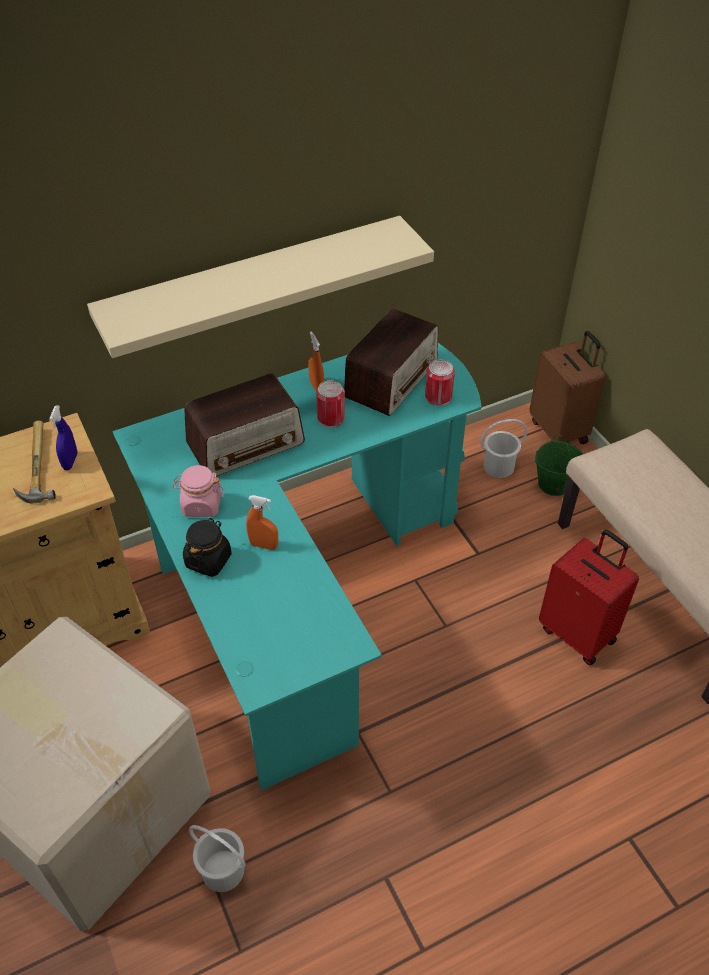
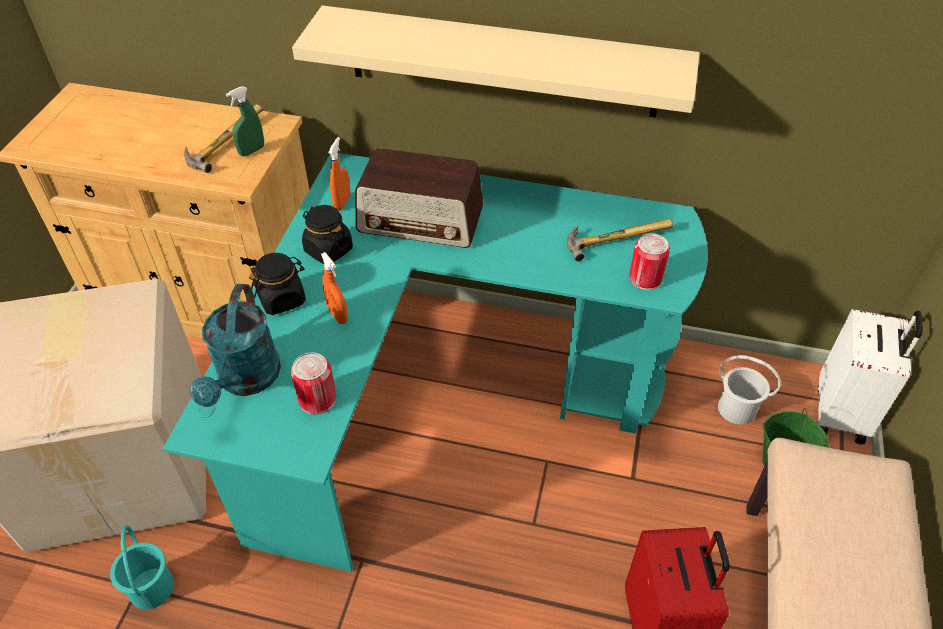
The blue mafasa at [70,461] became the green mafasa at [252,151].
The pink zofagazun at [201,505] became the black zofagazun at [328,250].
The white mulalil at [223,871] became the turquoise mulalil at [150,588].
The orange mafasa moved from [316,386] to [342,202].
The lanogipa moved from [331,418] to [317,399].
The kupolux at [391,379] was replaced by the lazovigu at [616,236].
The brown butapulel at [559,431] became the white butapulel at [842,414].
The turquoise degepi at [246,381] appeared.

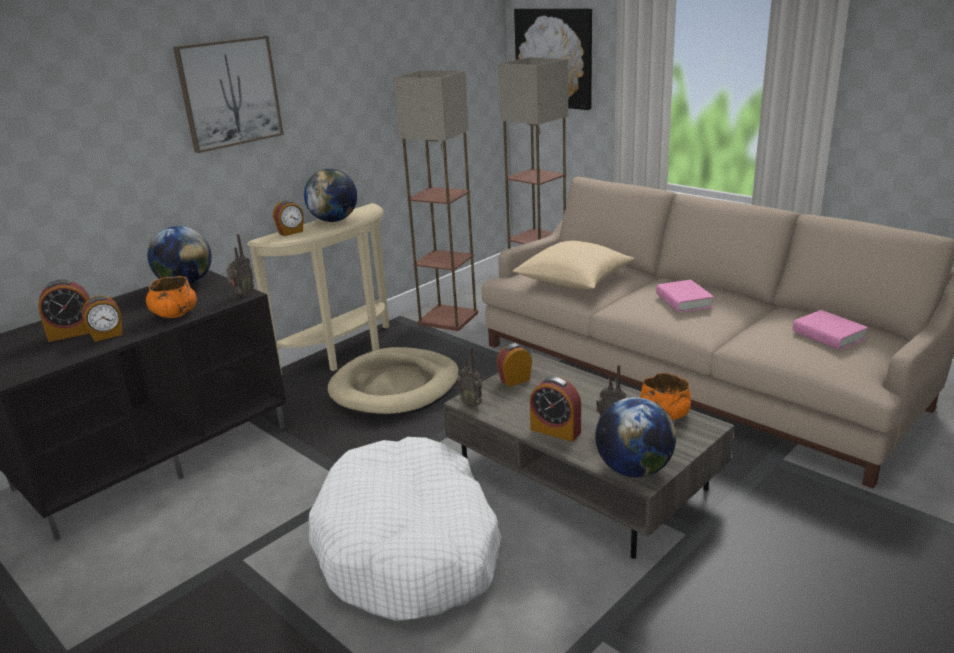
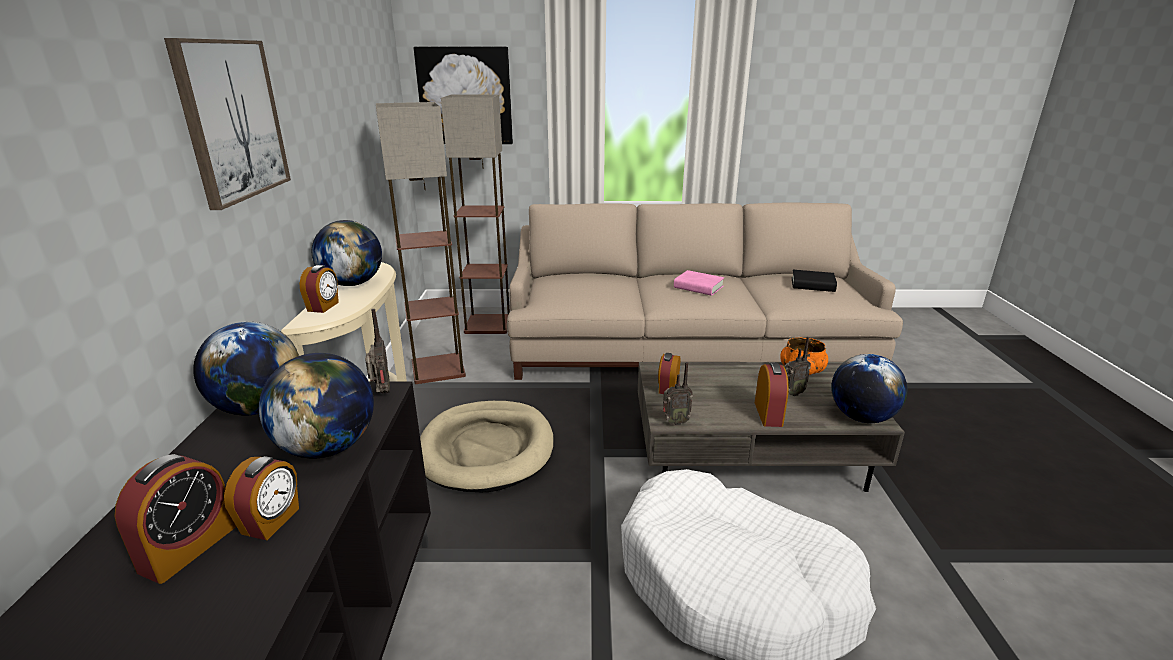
The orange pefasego at [175,313] was replaced by the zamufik at [327,447].
The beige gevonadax at [574,280] disappeared.
The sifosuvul at [555,430] turned 75 degrees counterclockwise.
The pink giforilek at [828,335] became the black giforilek at [812,285].

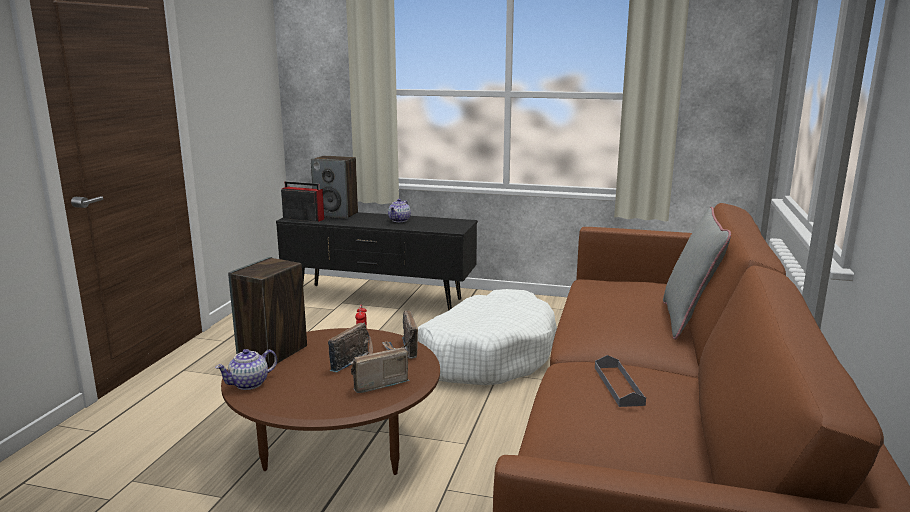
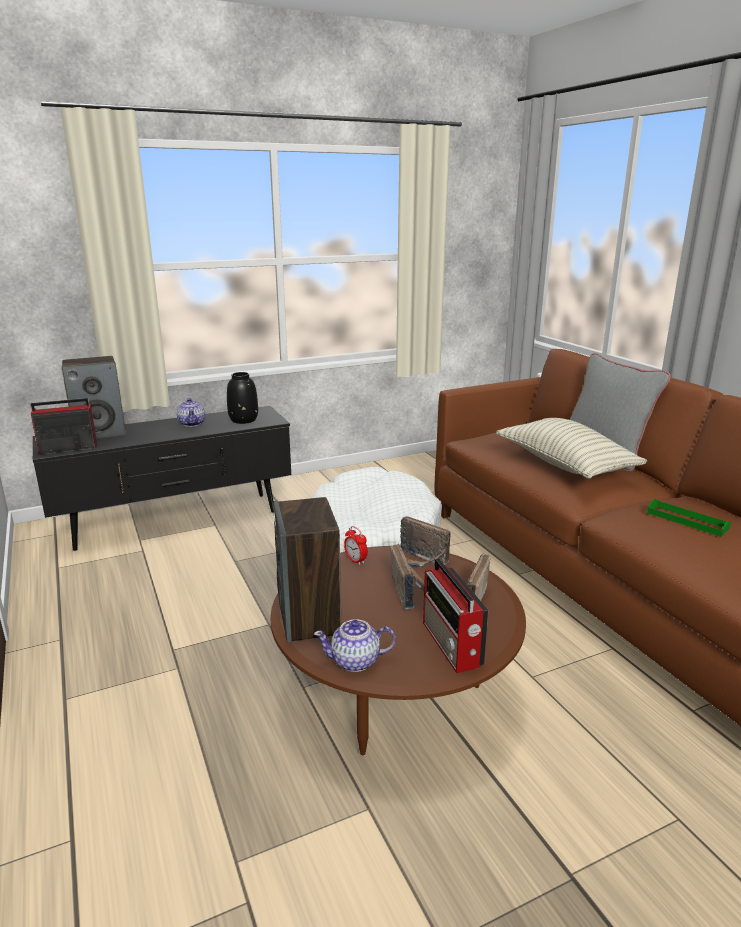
The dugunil at [249,384] turned 75 degrees clockwise.
The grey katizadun at [618,385] became the green katizadun at [687,520].
The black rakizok at [243,420] appeared.
The kupolux at [452,645] appeared.
The gevonadax at [564,465] appeared.

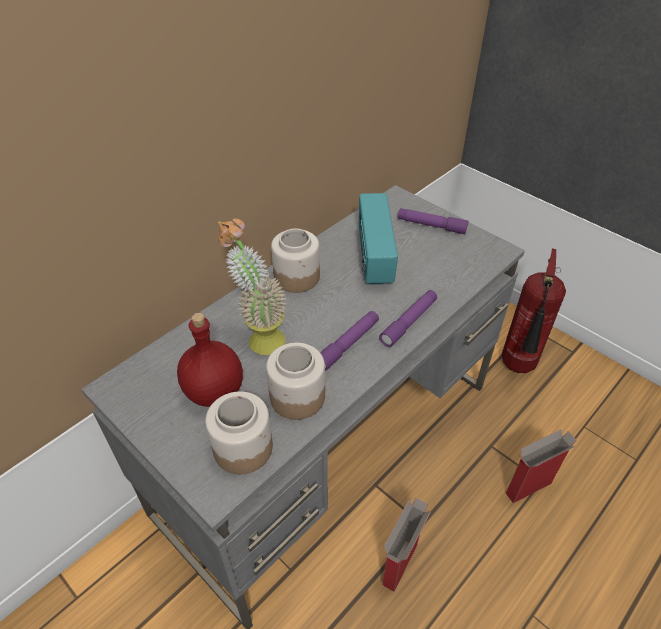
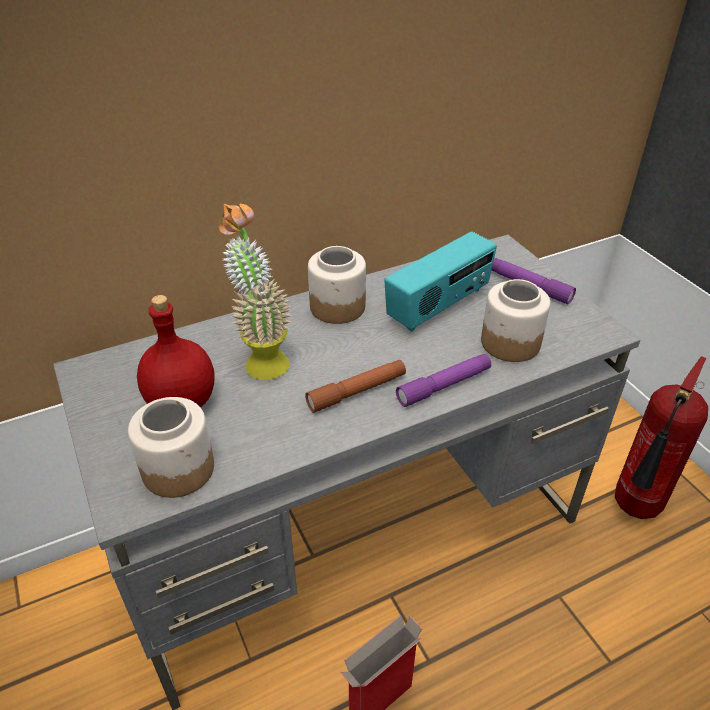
The zofagazun moved from [296,396] to [509,342].
The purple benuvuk at [348,344] became the brown benuvuk at [357,391].
The kupolux at [374,257] turned 150 degrees counterclockwise.
The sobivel at [527,489] disappeared.

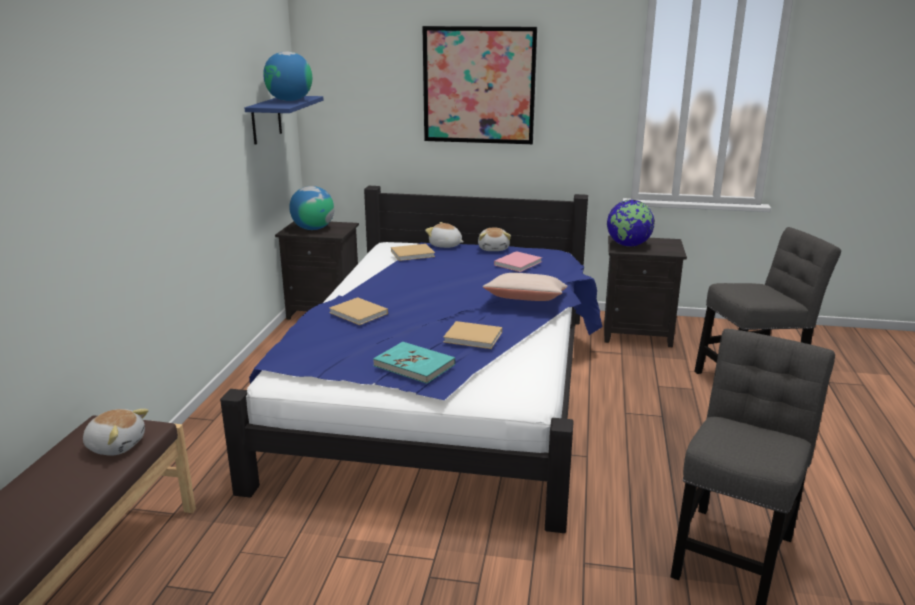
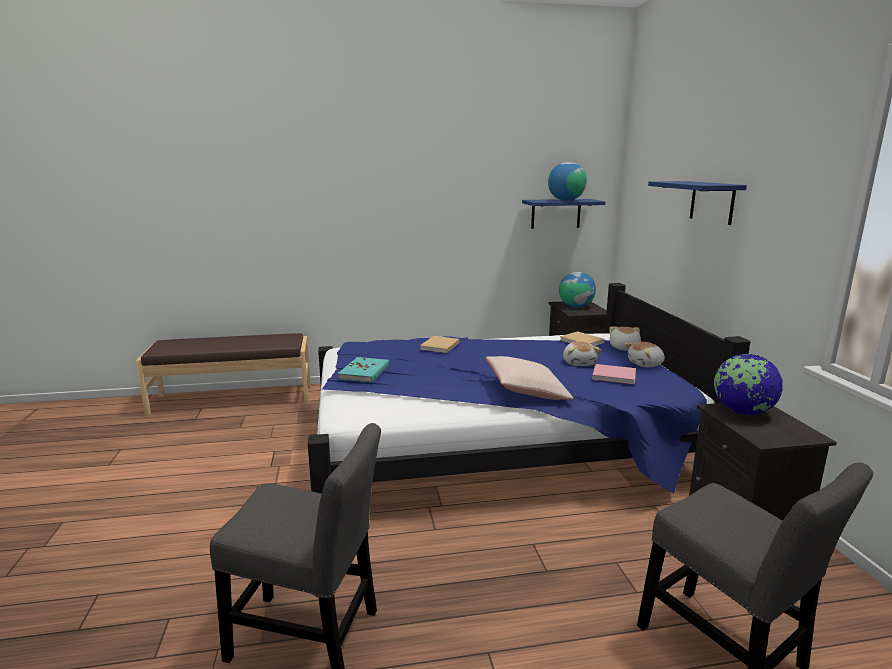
The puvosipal moved from [116,445] to [579,363].
The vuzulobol at [479,85] was replaced by the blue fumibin at [712,202].
The beige giforilek at [474,337] disappeared.

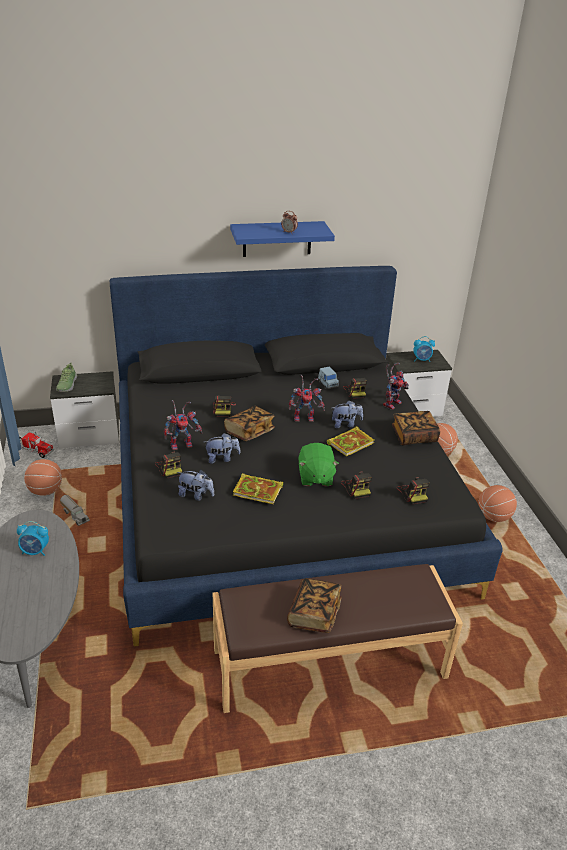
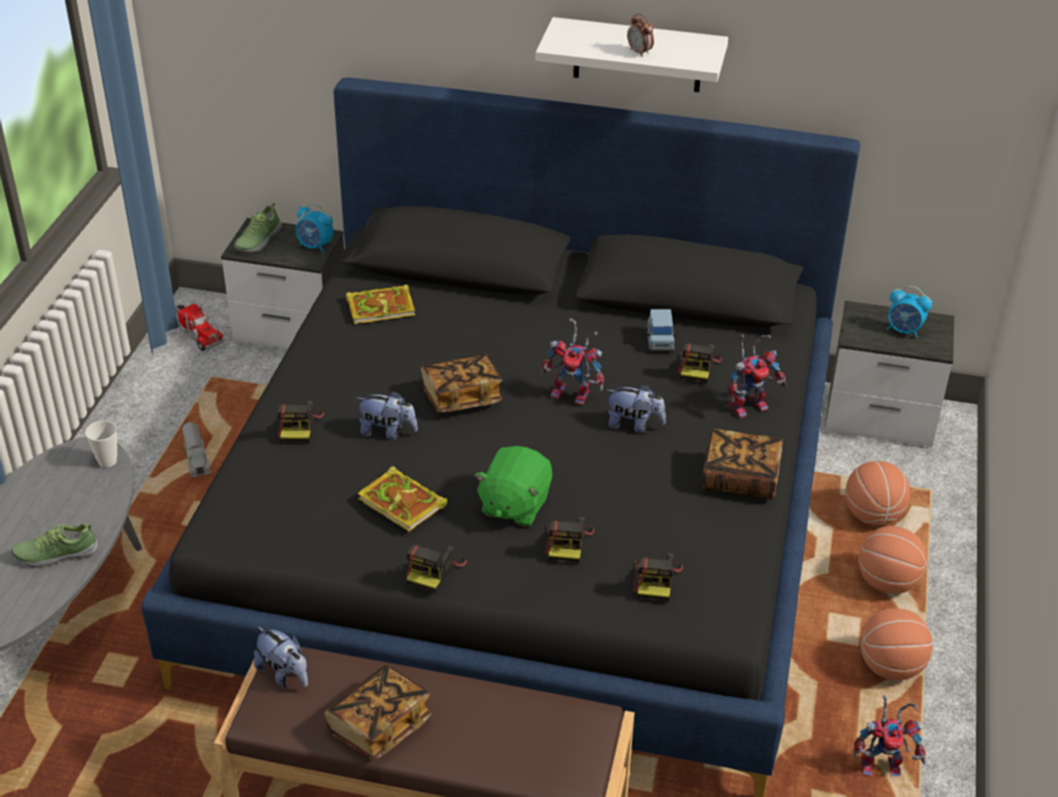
The sifosuvul moved from [35,551] to [315,246].
The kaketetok moved from [45,490] to [887,582].
The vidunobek moved from [182,443] to [883,765].
The puvosipal moved from [196,495] to [284,674].
The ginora moved from [223,409] to [434,570].
The blue fumibin at [277,239] became the white fumibin at [637,55].
The giforilek moved from [351,443] to [382,307].
The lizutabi at [56,554] appeared.
The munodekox at [107,461] appeared.

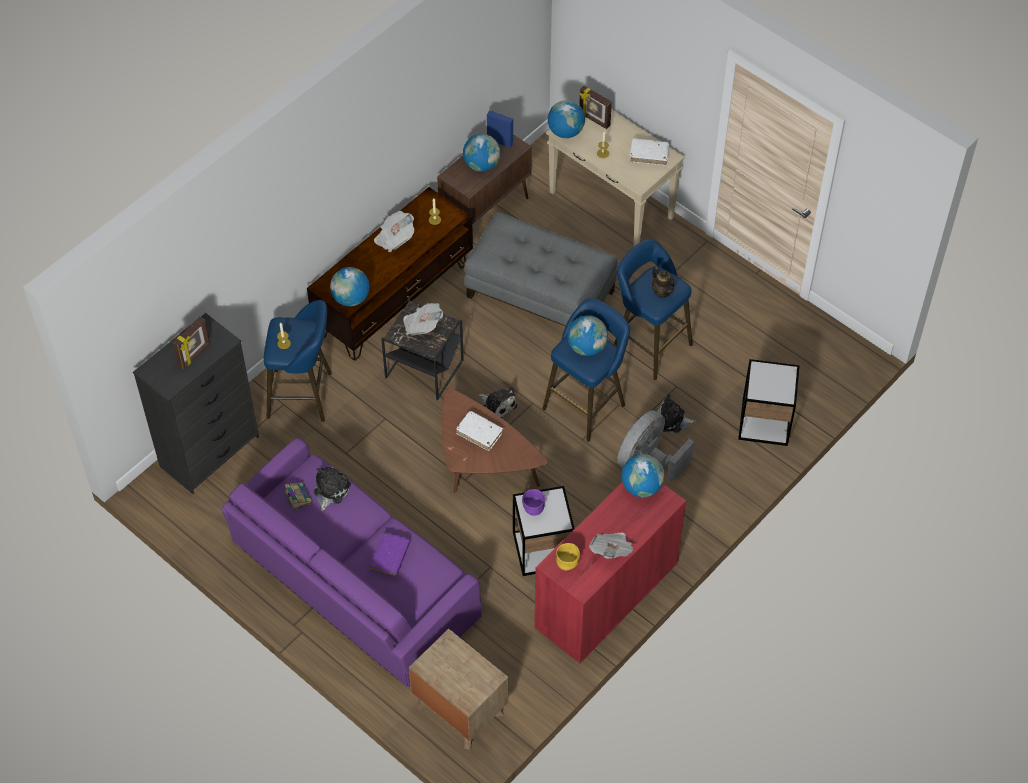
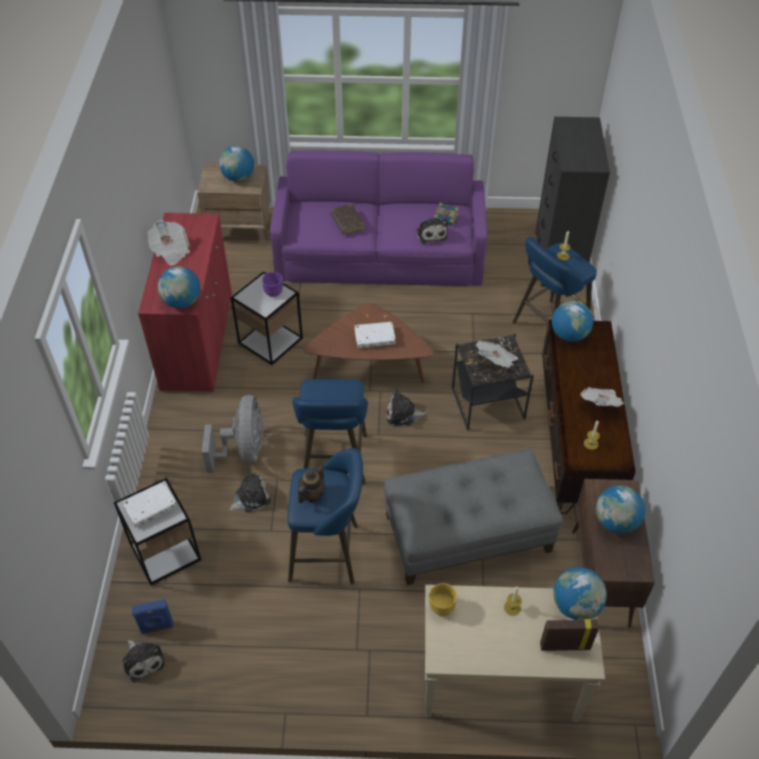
The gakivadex at [195,355] disappeared.
The purple giforilek at [390,557] became the brown giforilek at [347,222].
The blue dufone moved from [500,141] to [157,628].
The yellow pefasego moved from [568,563] to [441,607].
The zamufik moved from [587,347] to [238,177].
The white giforilek moved from [649,155] to [151,507].
The dugunil at [662,291] turned 105 degrees clockwise.
The puvosipal at [143,660] appeared.

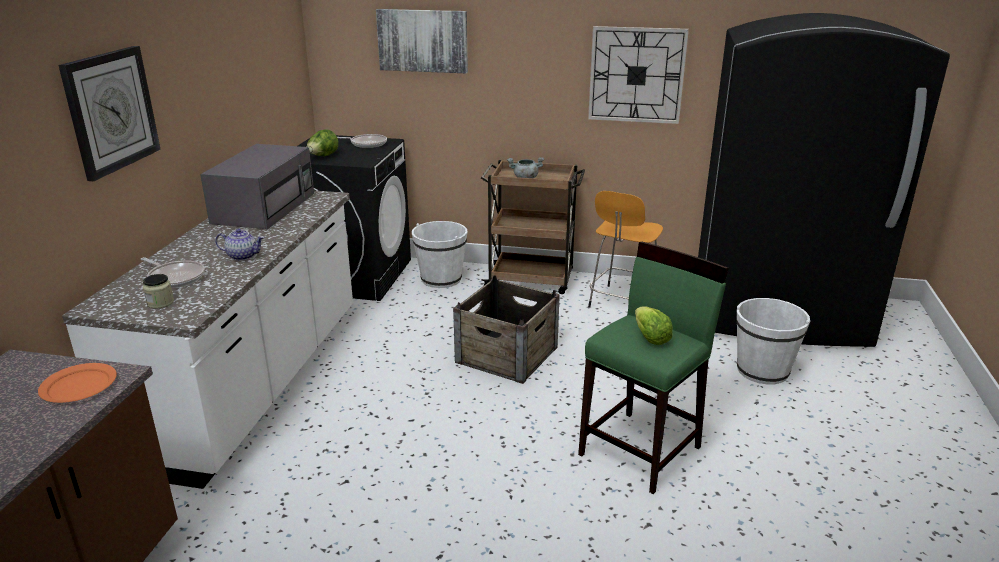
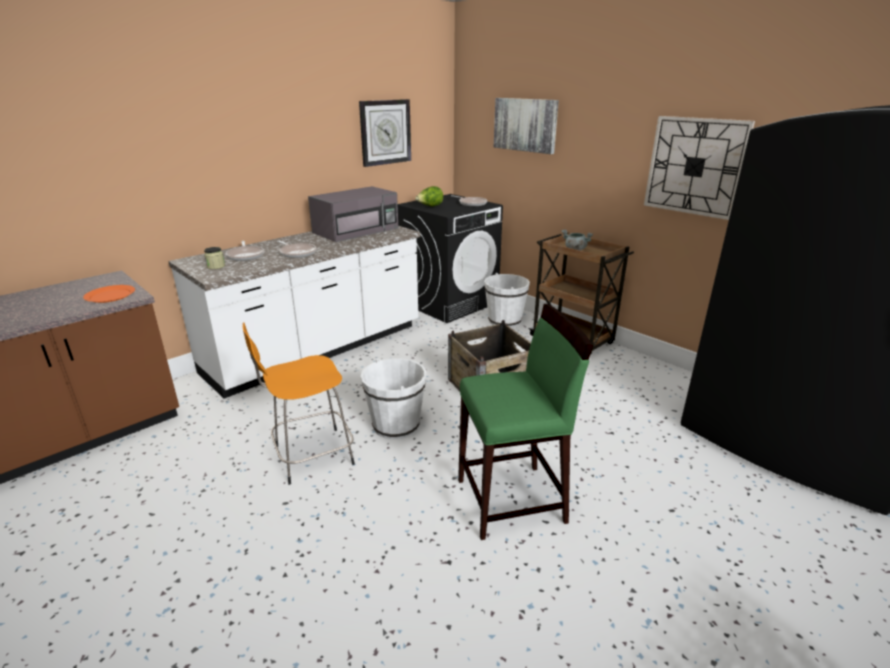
The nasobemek moved from [111,111] to [385,132].
The dugunil at [243,256] was replaced by the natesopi at [297,253].
The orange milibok moved from [622,303] to [310,456].
The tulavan at [650,338] disappeared.
The white mulalil moved from [762,370] to [396,425].

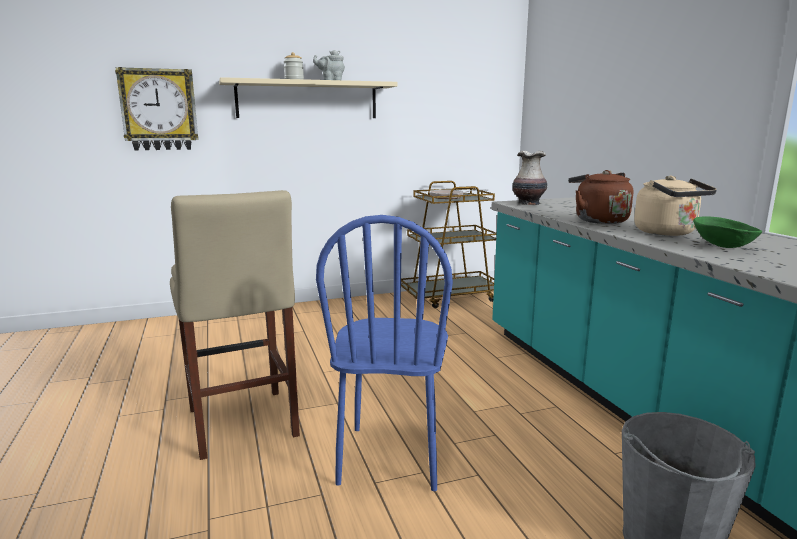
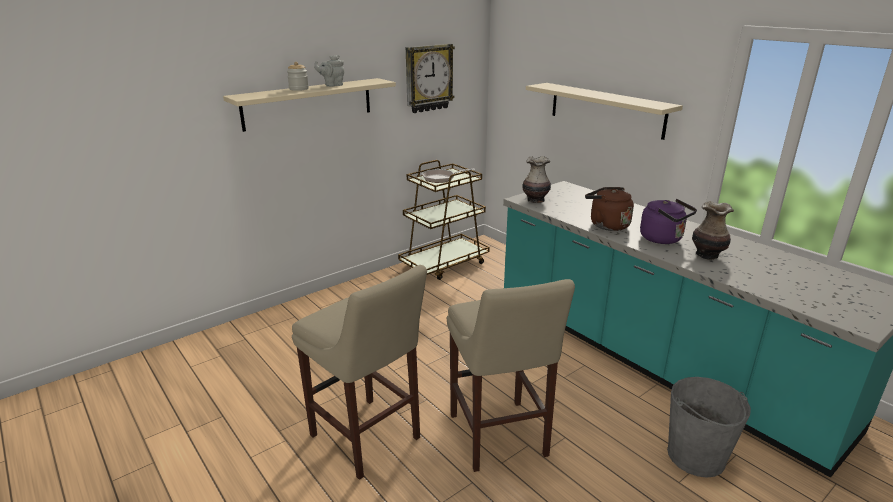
The nasobemek moved from [159,110] to [428,78].
The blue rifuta at [390,457] was replaced by the beige milibok at [499,438].
The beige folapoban at [668,233] became the purple folapoban at [663,239].
The green pefasego at [723,246] was replaced by the rakizok at [707,255].
The beige fumibin at [606,109] appeared.

